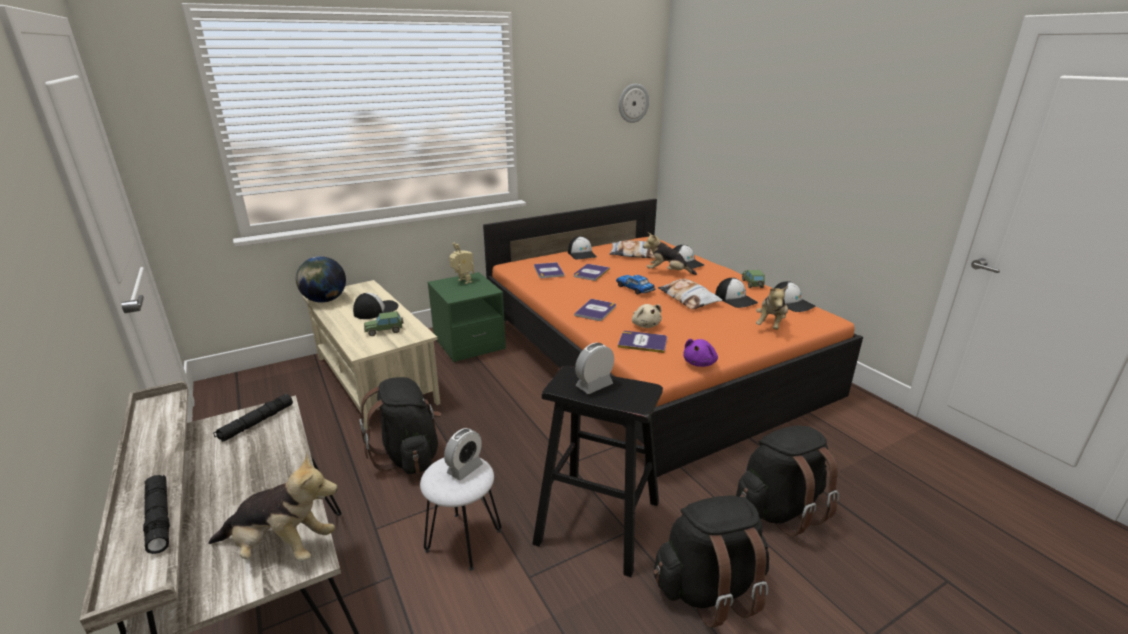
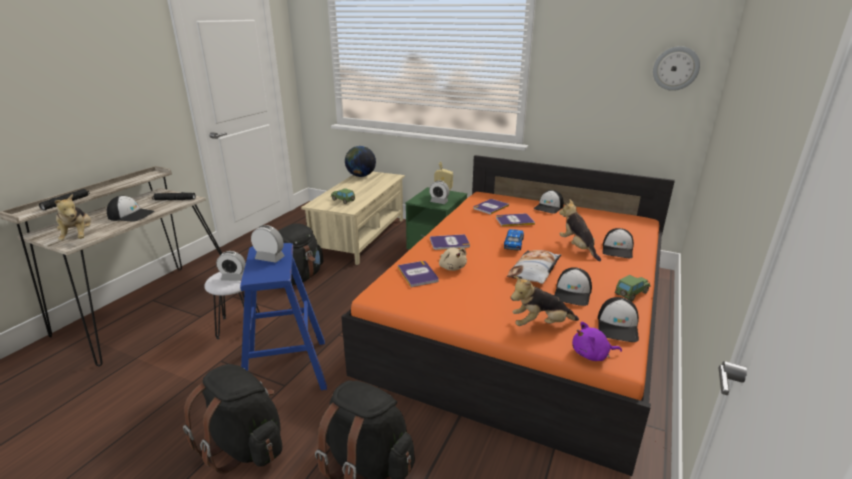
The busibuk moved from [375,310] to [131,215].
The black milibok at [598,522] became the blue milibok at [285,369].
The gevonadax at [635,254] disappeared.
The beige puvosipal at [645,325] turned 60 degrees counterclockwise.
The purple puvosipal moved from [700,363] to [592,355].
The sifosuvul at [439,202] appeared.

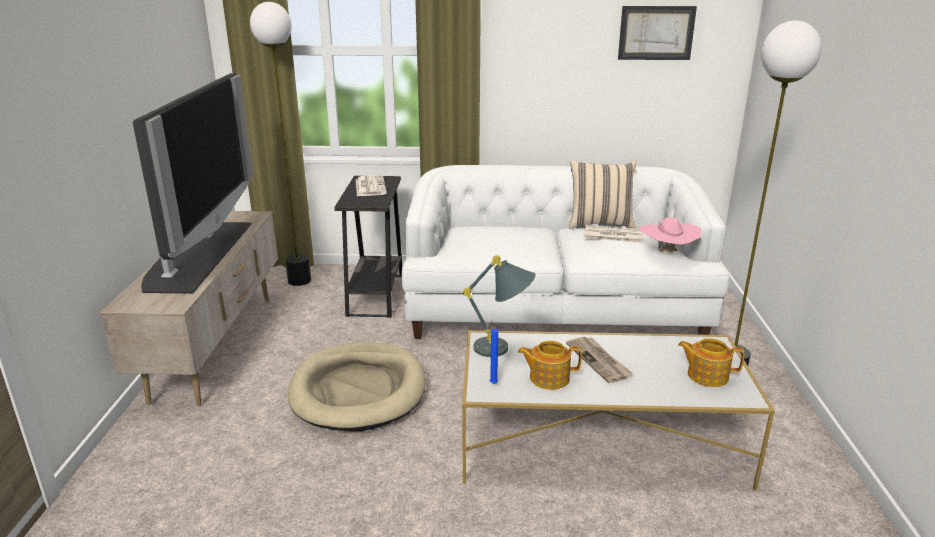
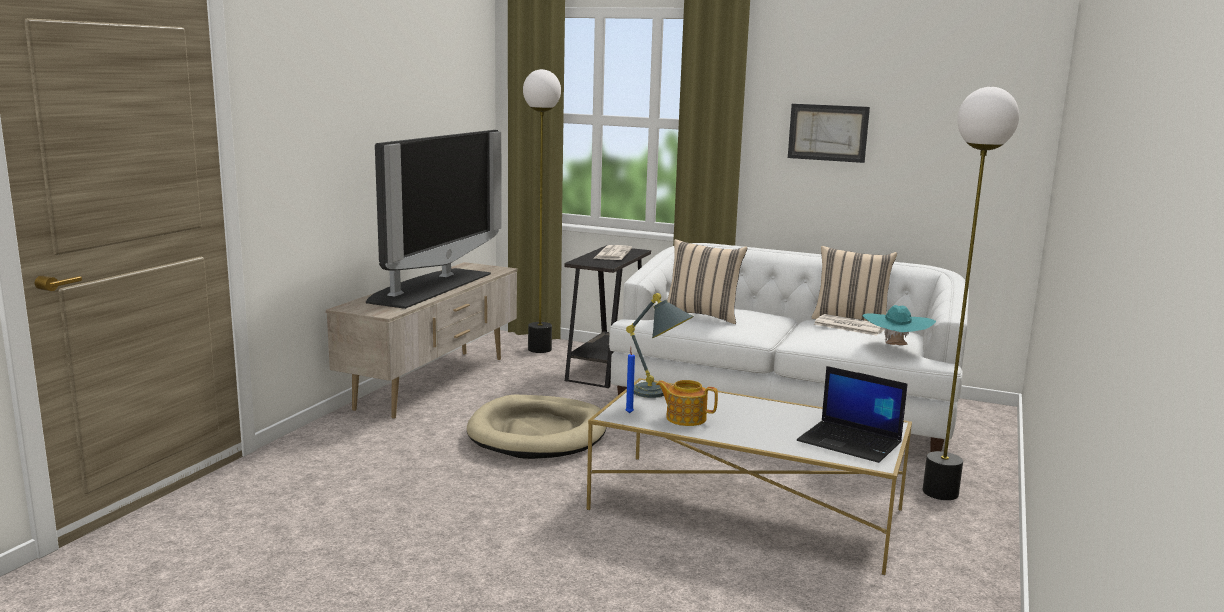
The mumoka at [599,361] disappeared.
The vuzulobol moved from [656,33] to [828,132].
The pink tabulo at [667,253] became the turquoise tabulo at [895,346].
The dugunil at [706,375] was replaced by the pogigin at [851,442].
The beige gevonadax at [702,315] appeared.

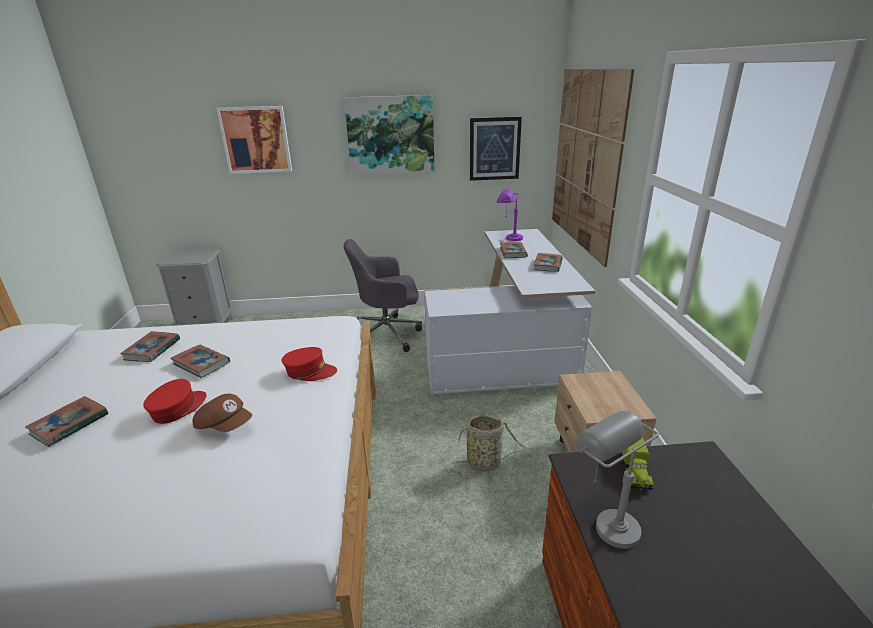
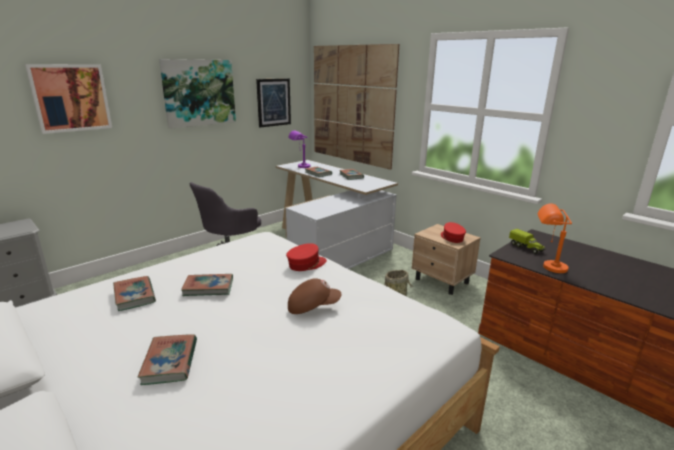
The red busibuk moved from [178,408] to [452,237].
The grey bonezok at [604,521] became the orange bonezok at [546,267].

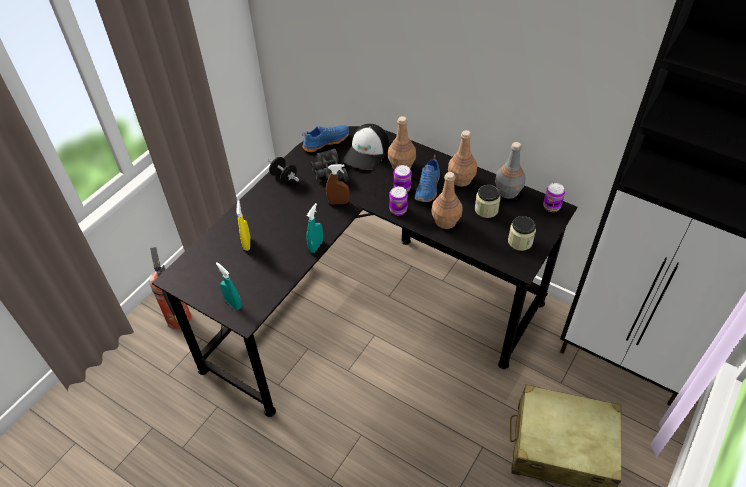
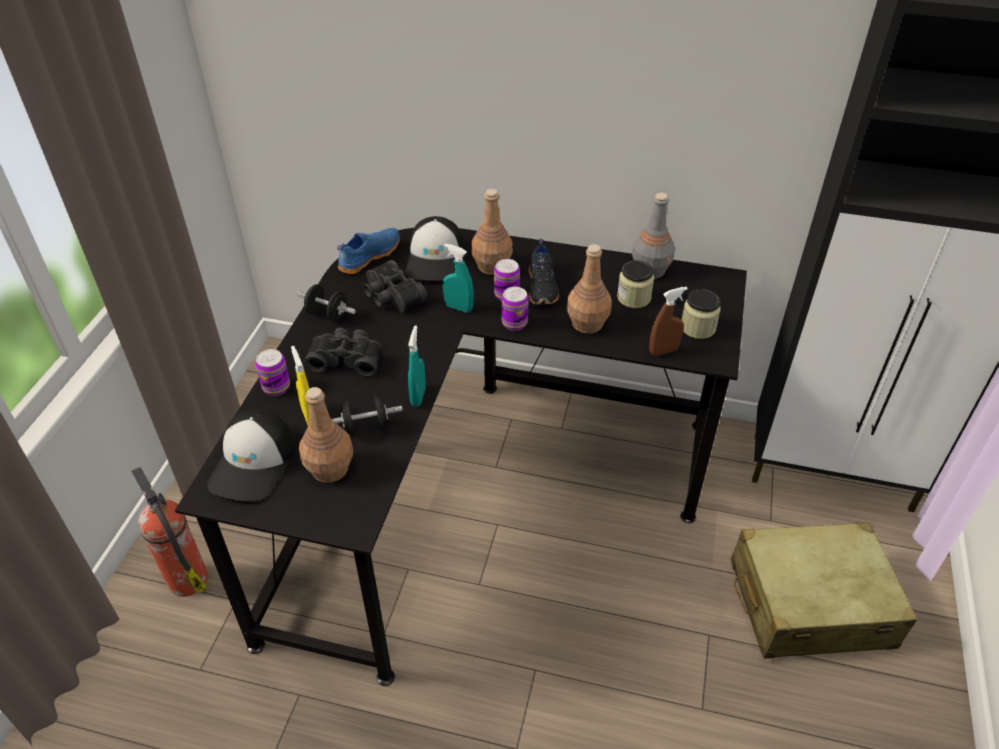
The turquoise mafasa moved from [233,303] to [458,307].
The brown mafasa moved from [338,202] to [663,351].
The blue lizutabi at [428,188] became the black lizutabi at [543,287].
The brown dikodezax moved from [461,179] to [330,469].
The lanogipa moved from [551,206] to [276,387].
The busibuk at [254,463] appeared.
The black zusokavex at [347,359] appeared.
The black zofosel at [366,428] appeared.

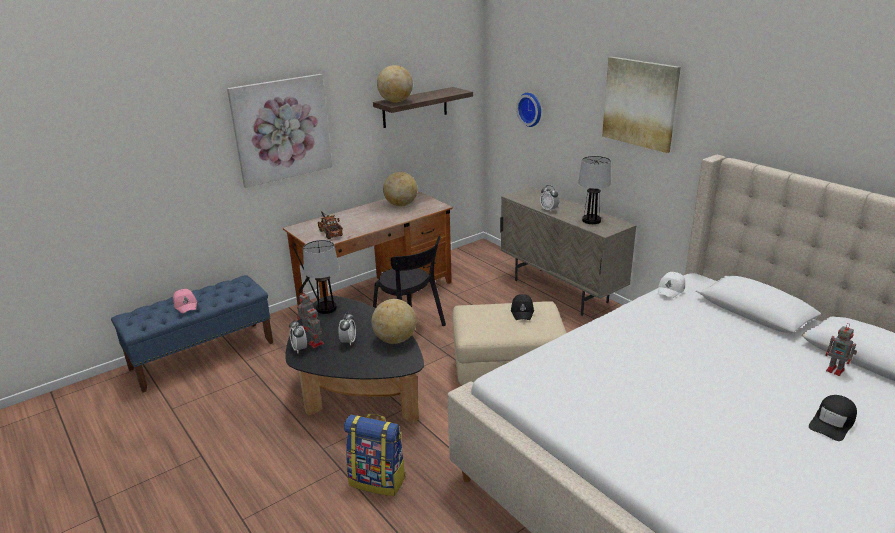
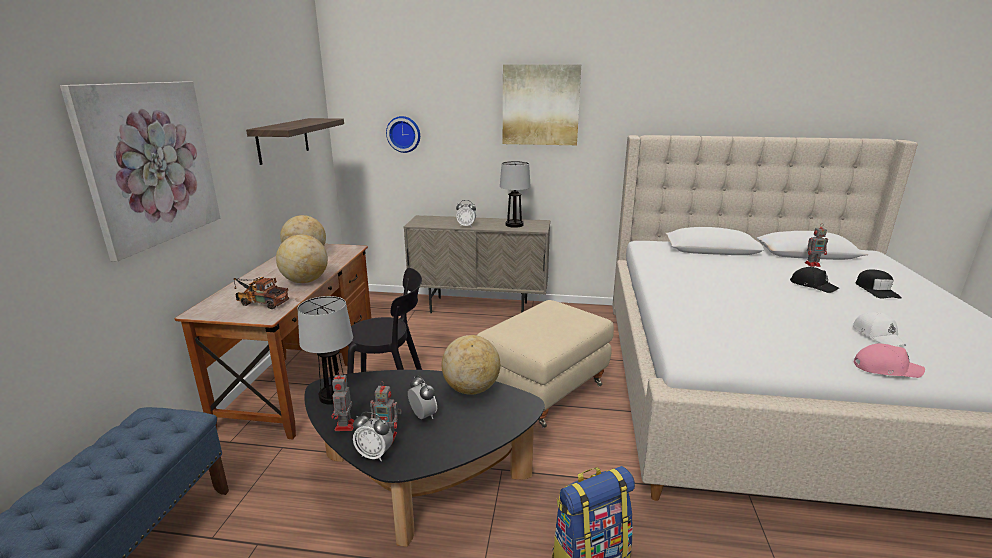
The pink busibuk moved from [186,305] to [885,368].
The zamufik moved from [396,102] to [305,281].
The black busibuk moved from [522,311] to [812,285].
The white busibuk moved from [671,290] to [878,335].

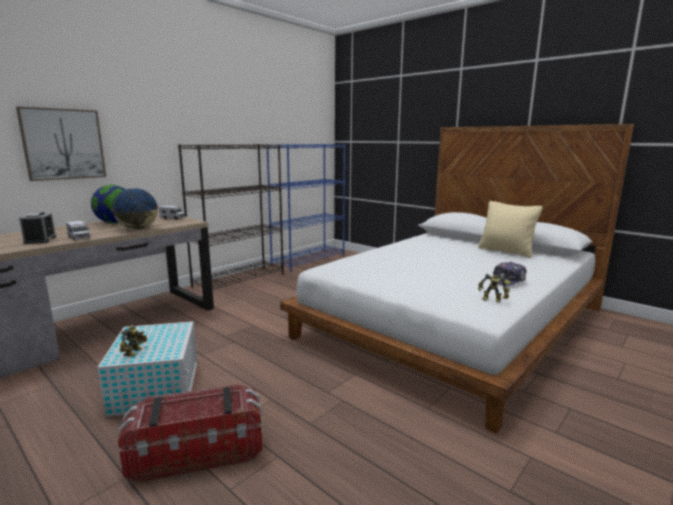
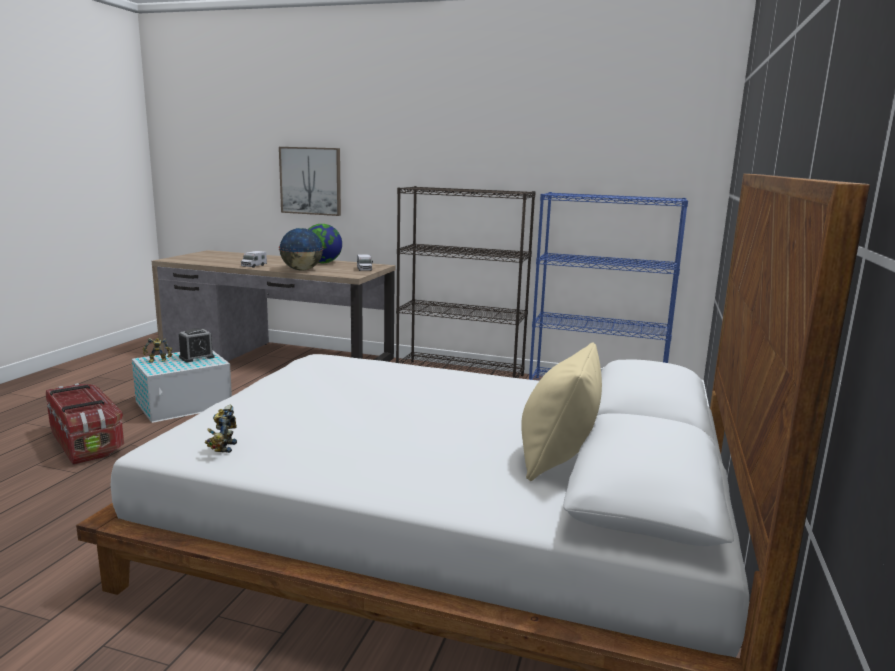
The sifosuvul moved from [40,240] to [196,357].
The busibuk at [508,280] disappeared.

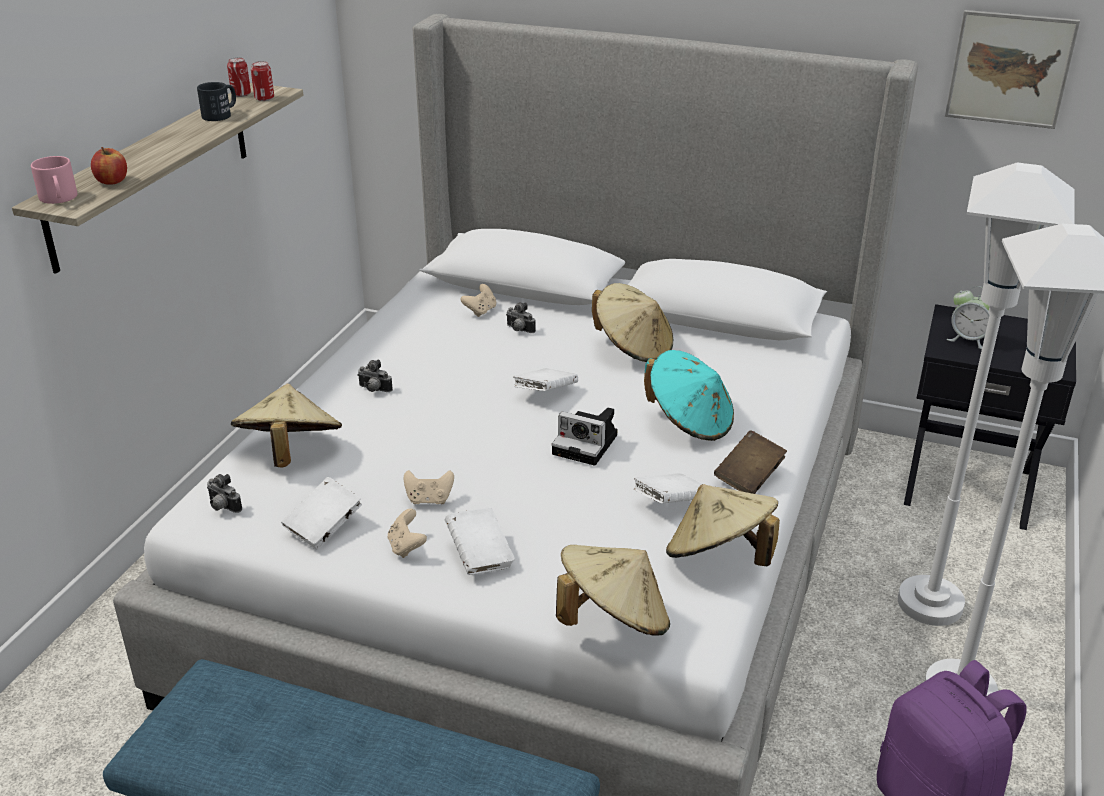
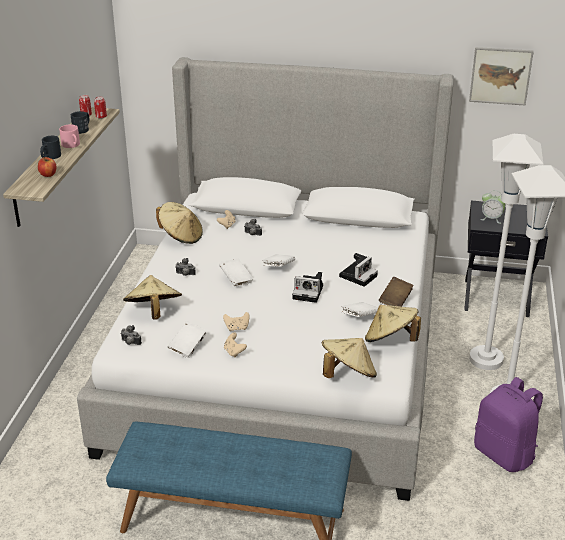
The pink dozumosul moved from [60,199] to [72,145].
The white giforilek moved from [480,555] to [236,280].
The beige tabulo moved from [633,348] to [181,236].
The turquoise tabulo at [689,422] was replaced by the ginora at [358,275].
The black dozumosul at [50,157] appeared.

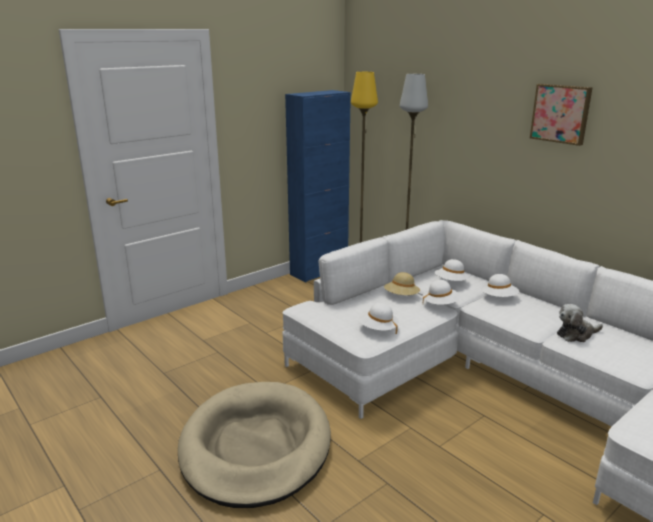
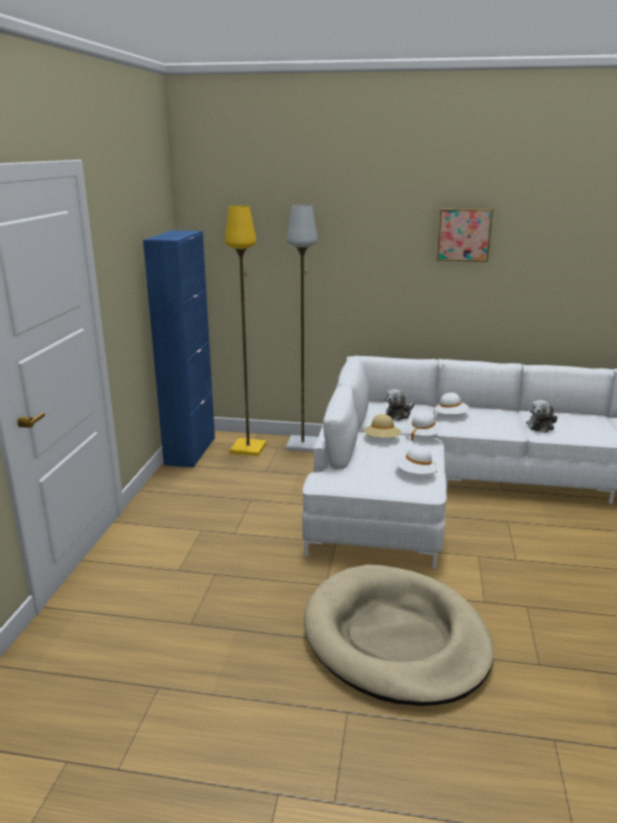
The white tabulo at [451,282] was replaced by the puvosipal at [399,414].

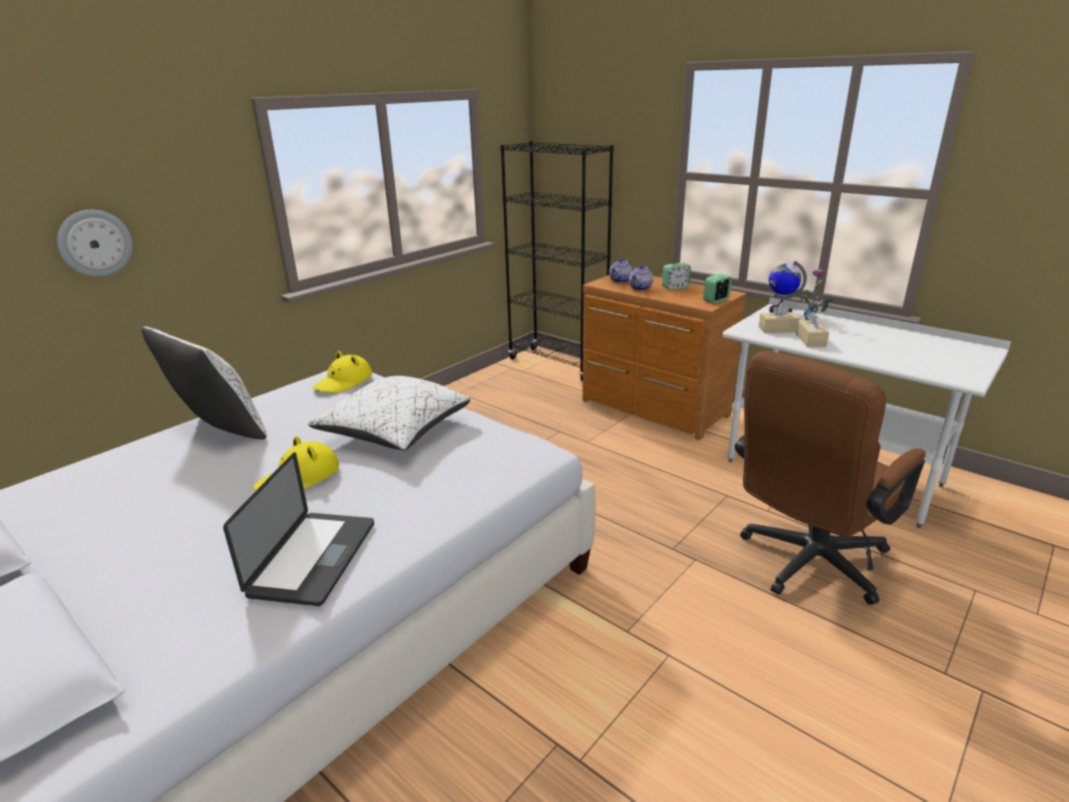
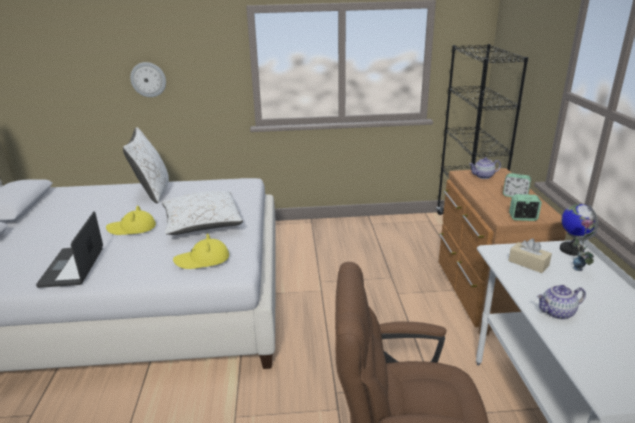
The pogigin at [313,558] turned 120 degrees clockwise.
The yellow tabulo moved from [344,382] to [202,260].
The dugunil moved from [640,288] to [557,313].
The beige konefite at [810,340] disappeared.

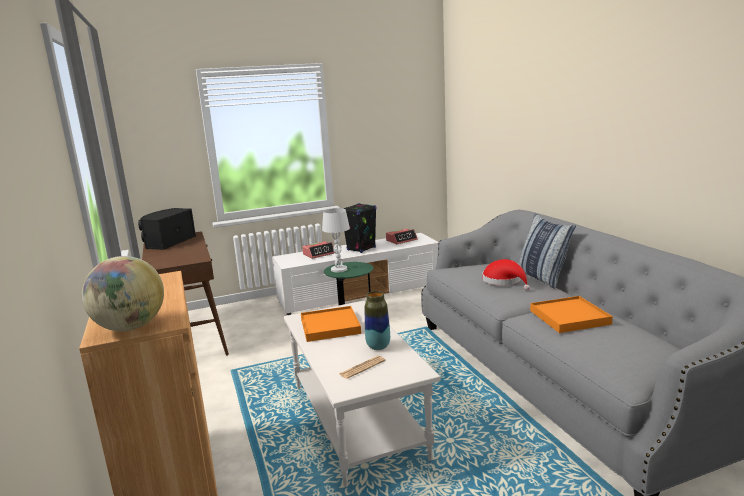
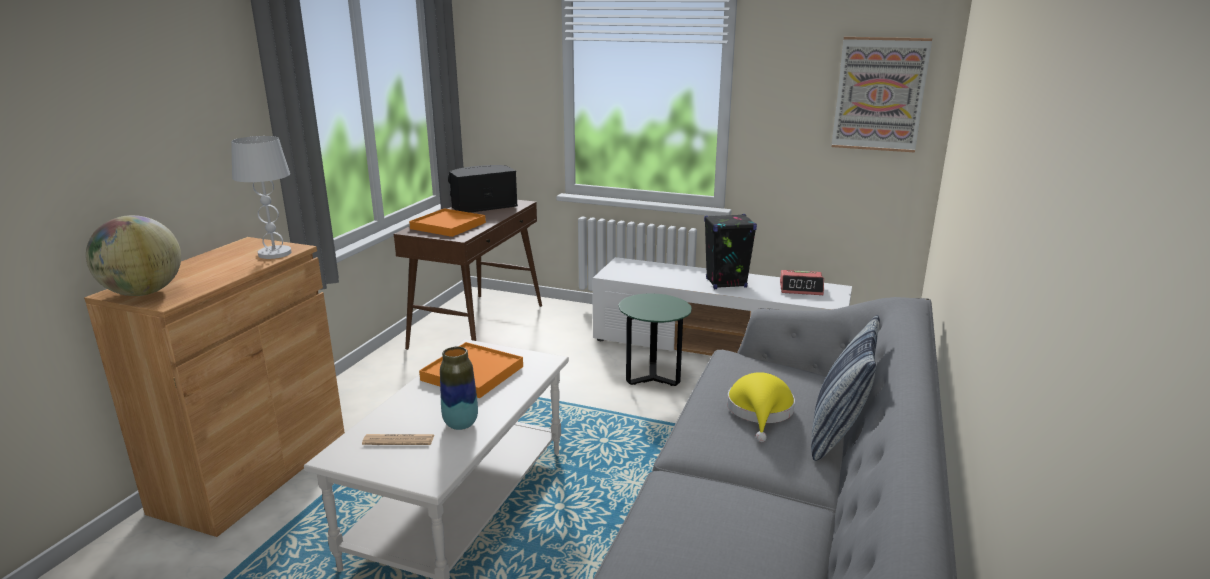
The sifosuvul at [319,254] disappeared.
The white bonezok moved from [339,269] to [275,253].
The red tabulo at [504,281] became the yellow tabulo at [760,411].
The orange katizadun moved from [569,317] to [448,226].
The vuzulobol at [879,94] appeared.

